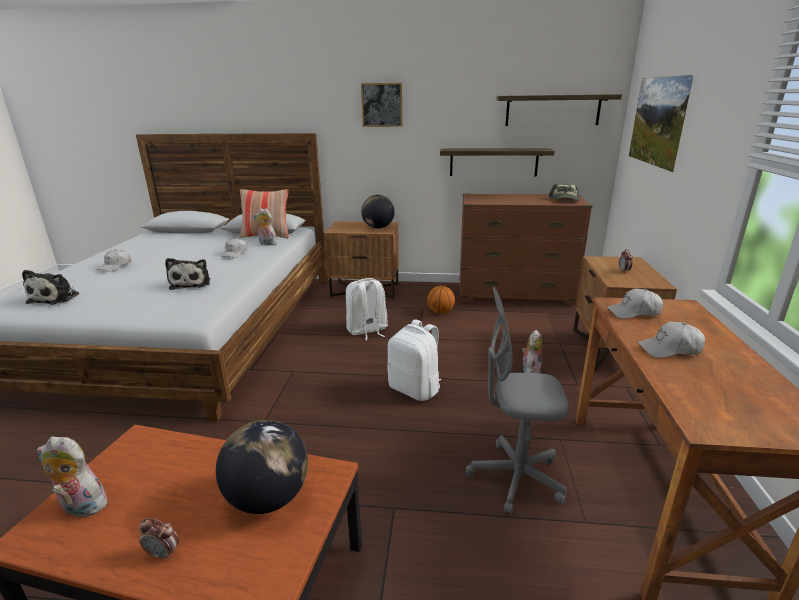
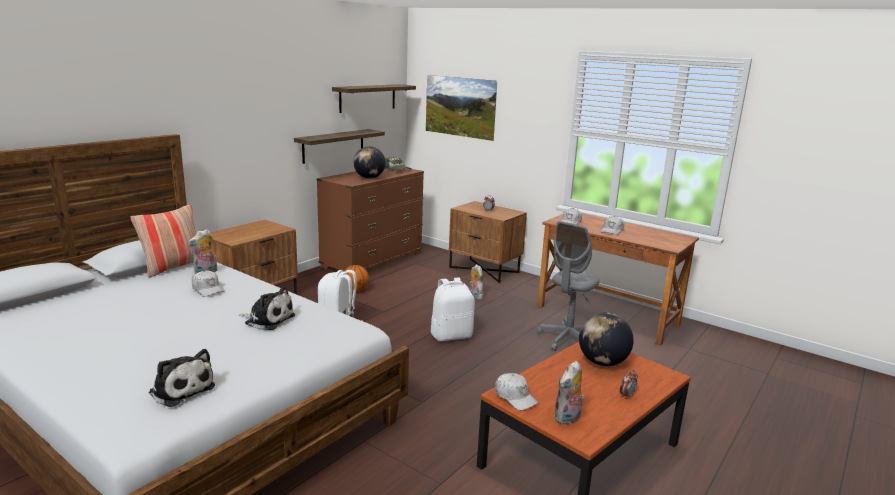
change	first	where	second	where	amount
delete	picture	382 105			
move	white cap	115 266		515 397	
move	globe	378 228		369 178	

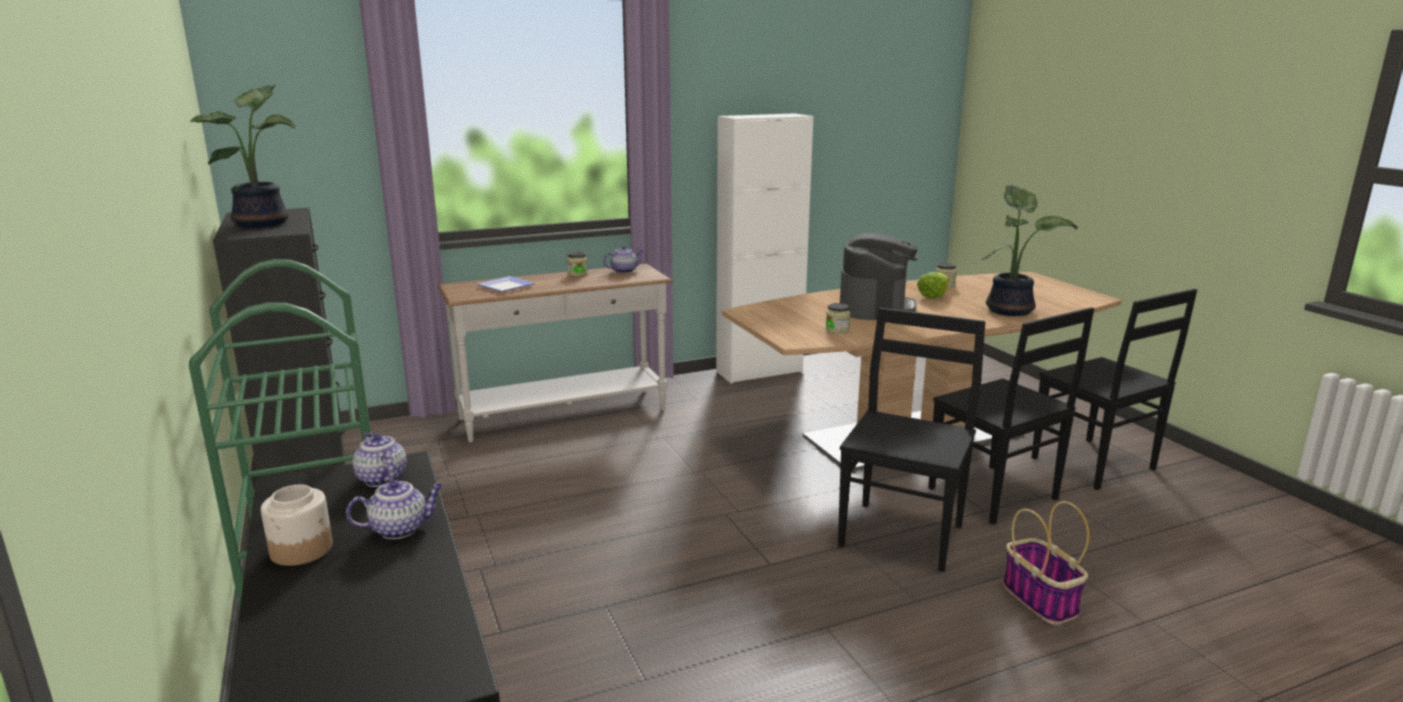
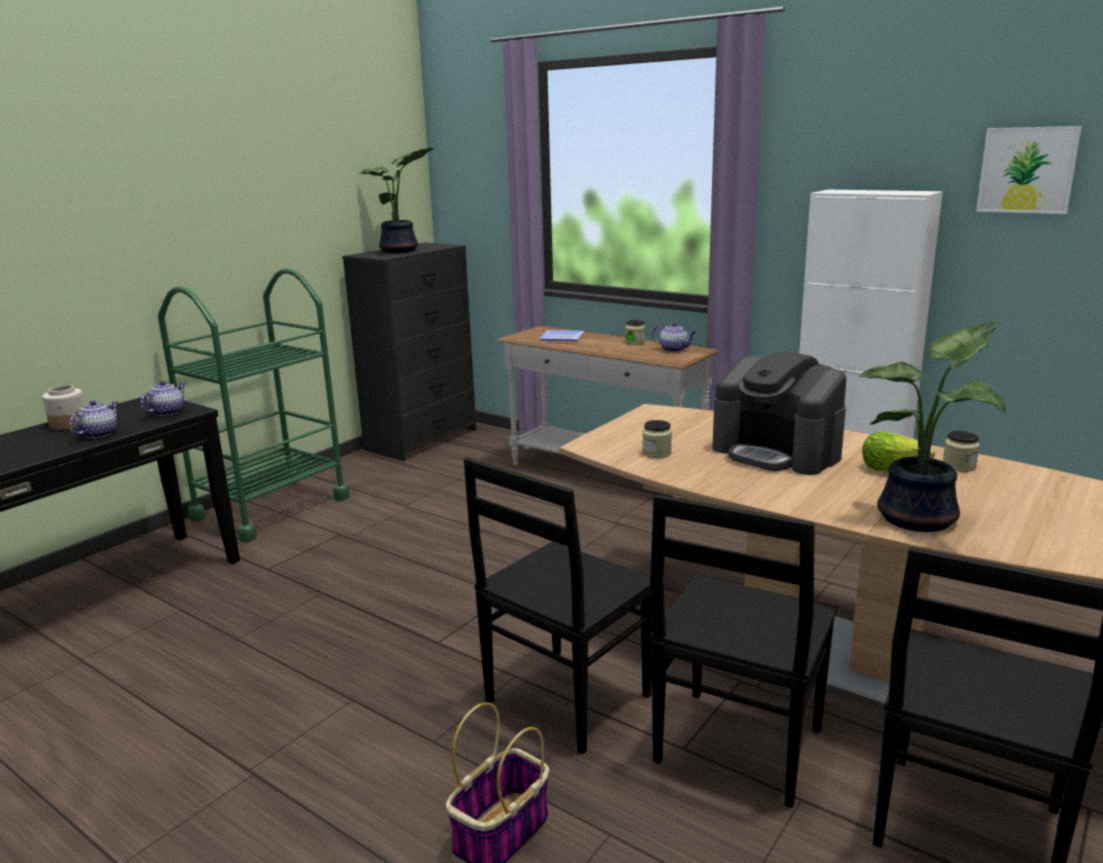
change	first	where	second	where	amount
insert			picture	1027 170	
rotate	teapot	400 529		99 434	105 degrees counterclockwise
rotate	black chair	902 534		564 700	135 degrees clockwise
rotate	coffee machine	876 307		777 452	60 degrees clockwise

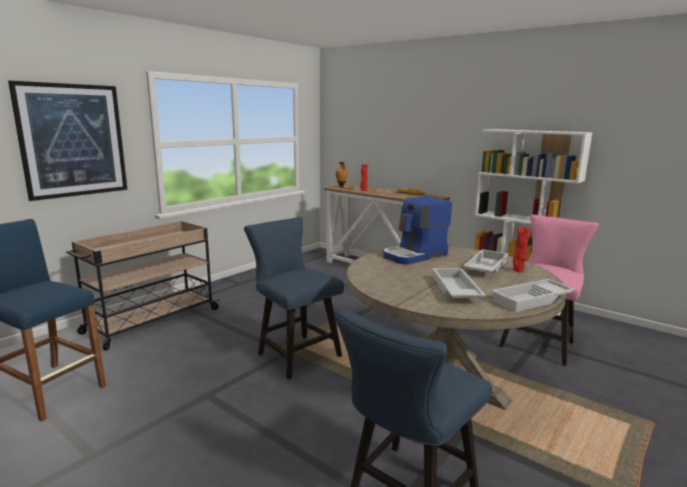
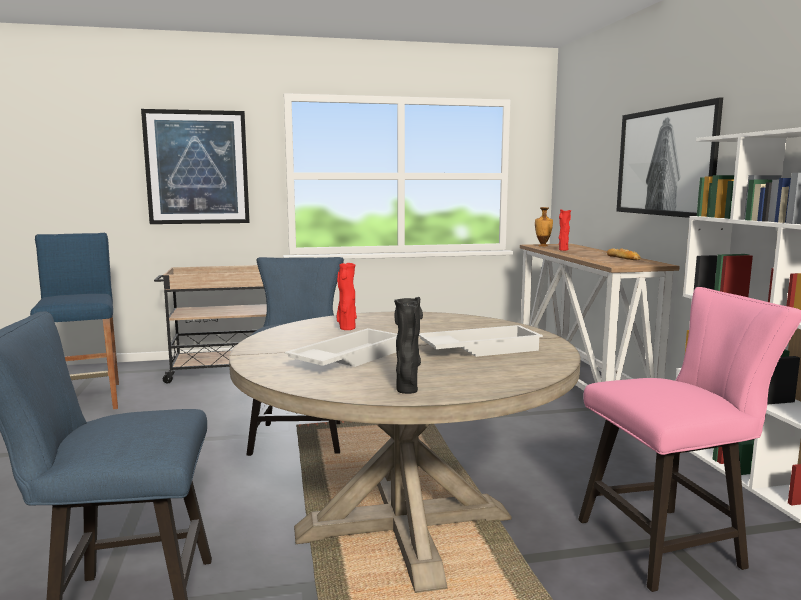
change	first	where	second	where	amount
delete	coffee machine	415 255			
insert			picture	664 162	
move	red vase	518 270		346 328	
replace	white tray	532 300	black vase	407 391	

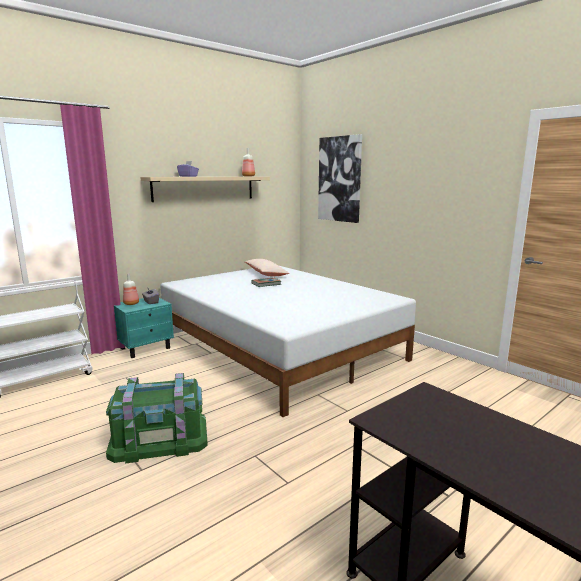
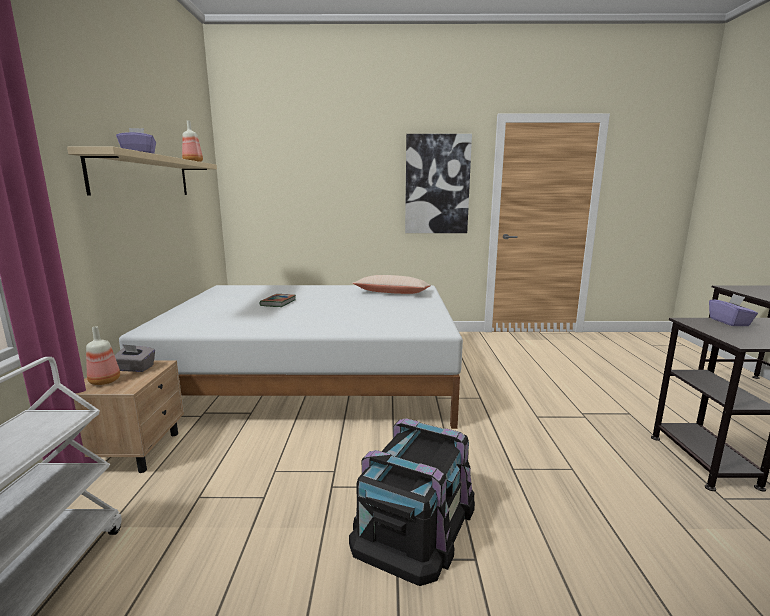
change	first	where	second	where	amount
insert			purple tissue box	729 322	
move	beige pillow	266 273		392 293	
move	picture	340 179		437 185	
recolor	green storage box	159 438	black storage box	415 520	
recolor	turquoise nightstand	146 348	beige nightstand	137 450	

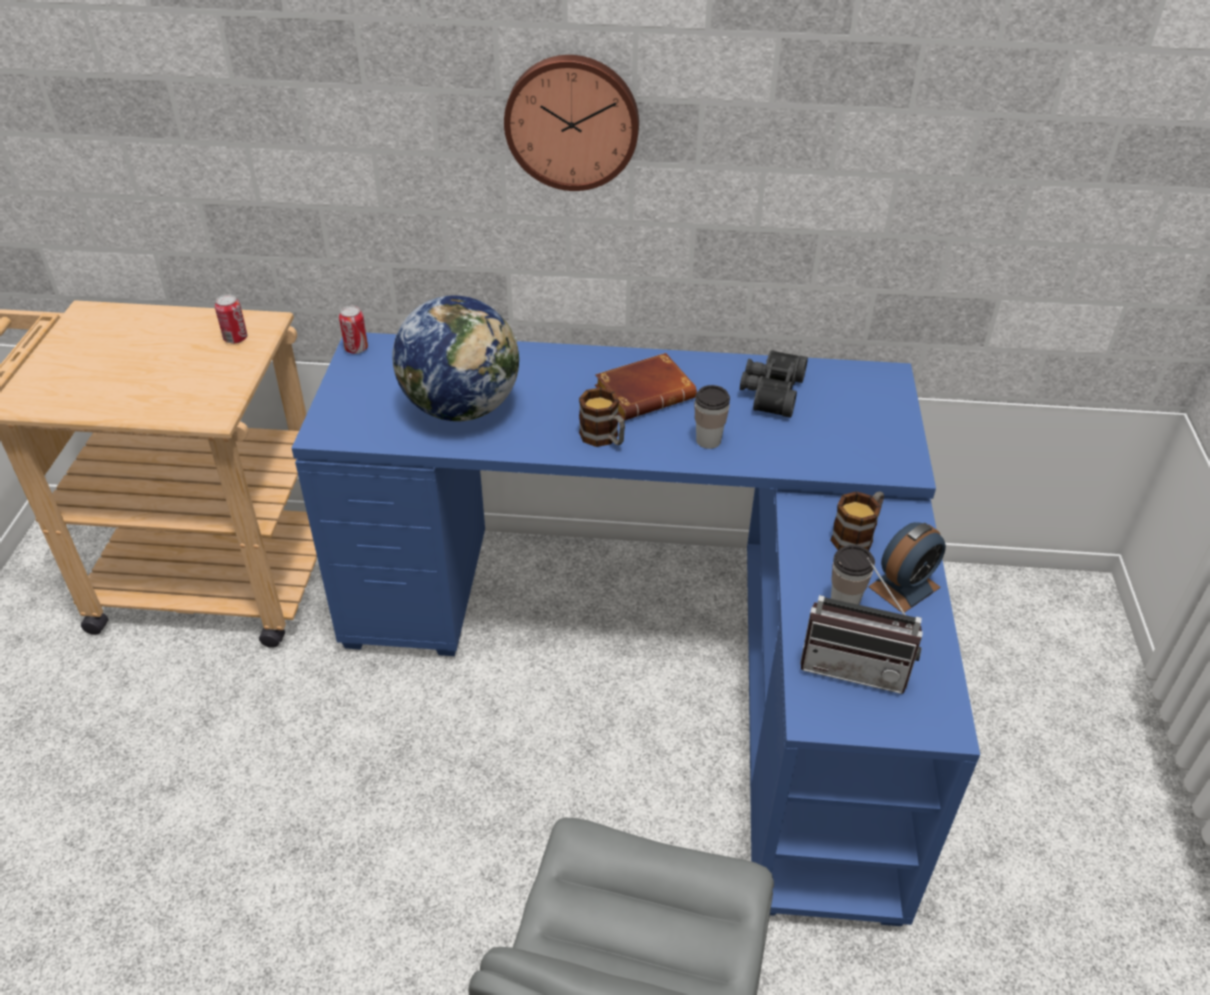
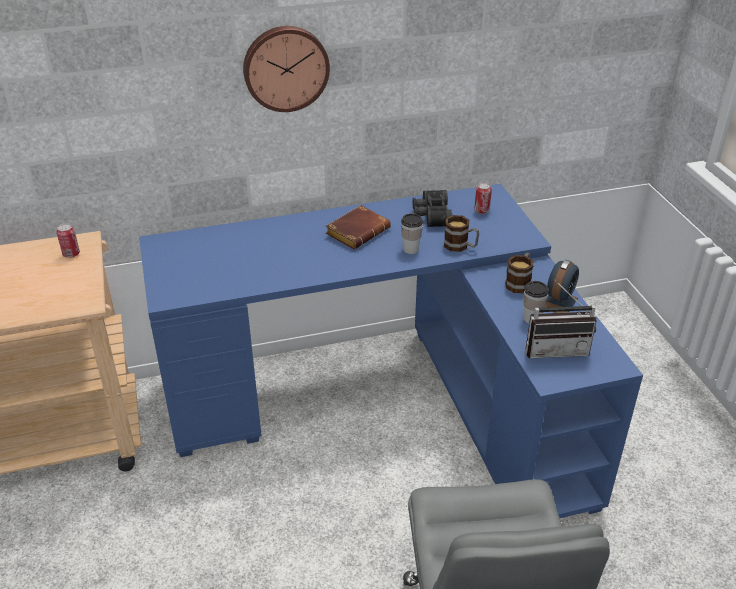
change	first	where	second	where	amount
delete	globe	461 407			
move	can	356 349		481 211	
move	mug	604 438		460 246	

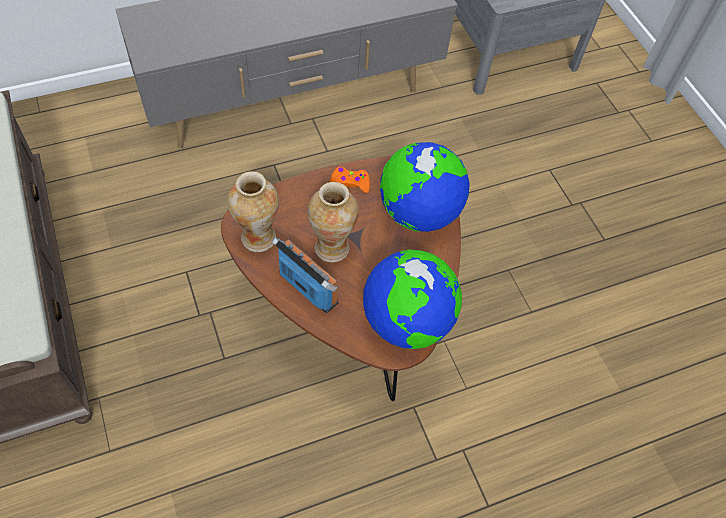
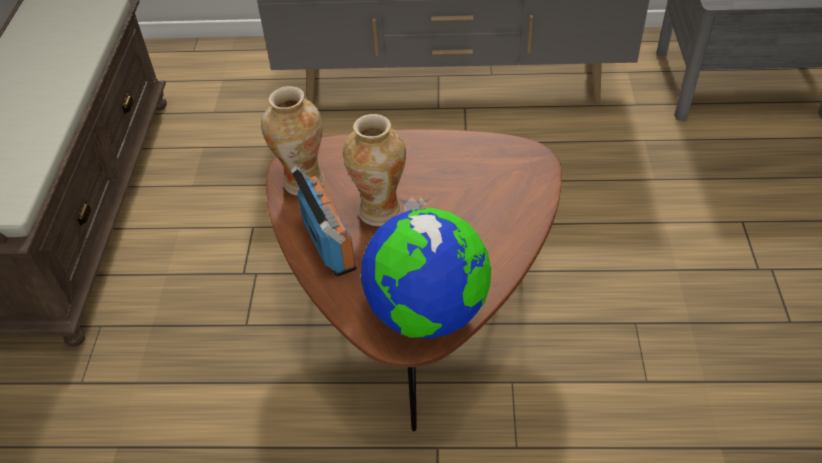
change	first	where	second	where	amount
delete	orange game controller	350 183			
delete	globe	418 213			

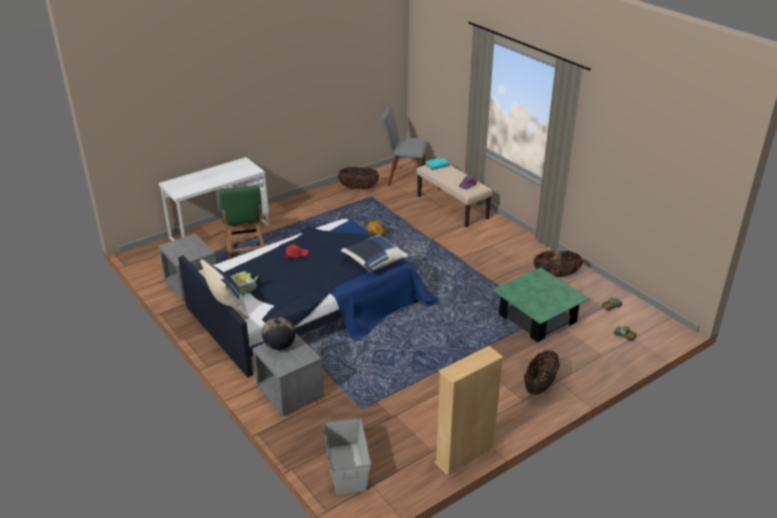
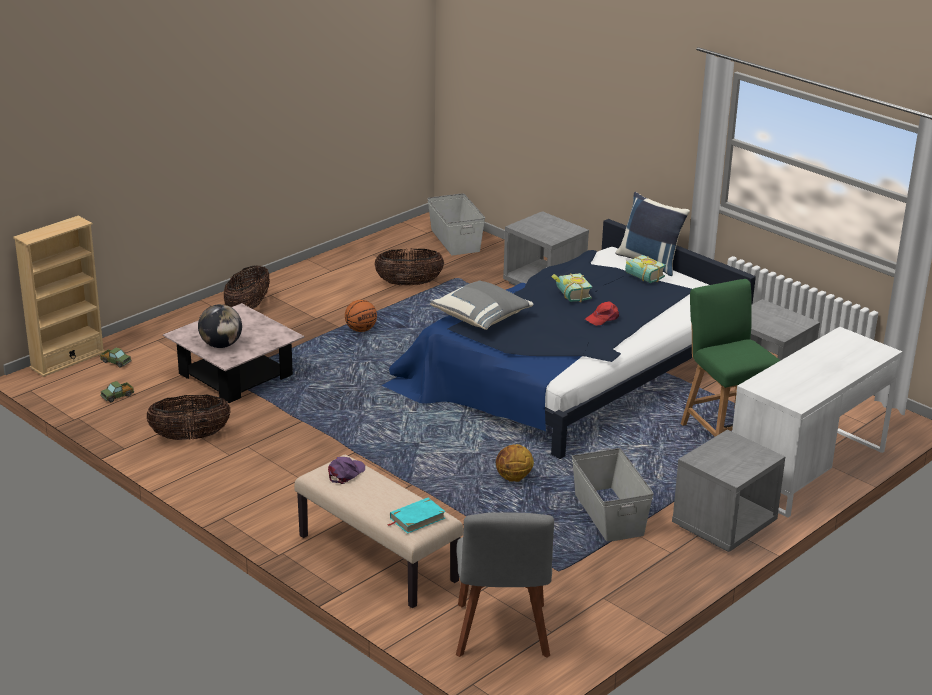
change	first	where	second	where	amount
insert			basketball	360 330	
insert			book	569 296	
insert			grey storage box	609 514	
insert			grey nightstand	724 525	
move	globe	279 346		221 345	
move	basket	358 188		409 284	
move	beige bookcase	464 455		67 360	
recolor	blue pillow	374 261	grey pillow	482 318	
recolor	green coffee table	537 318	pink coffee table	235 375	
rotate	grey chair	404 178		502 634	90 degrees clockwise

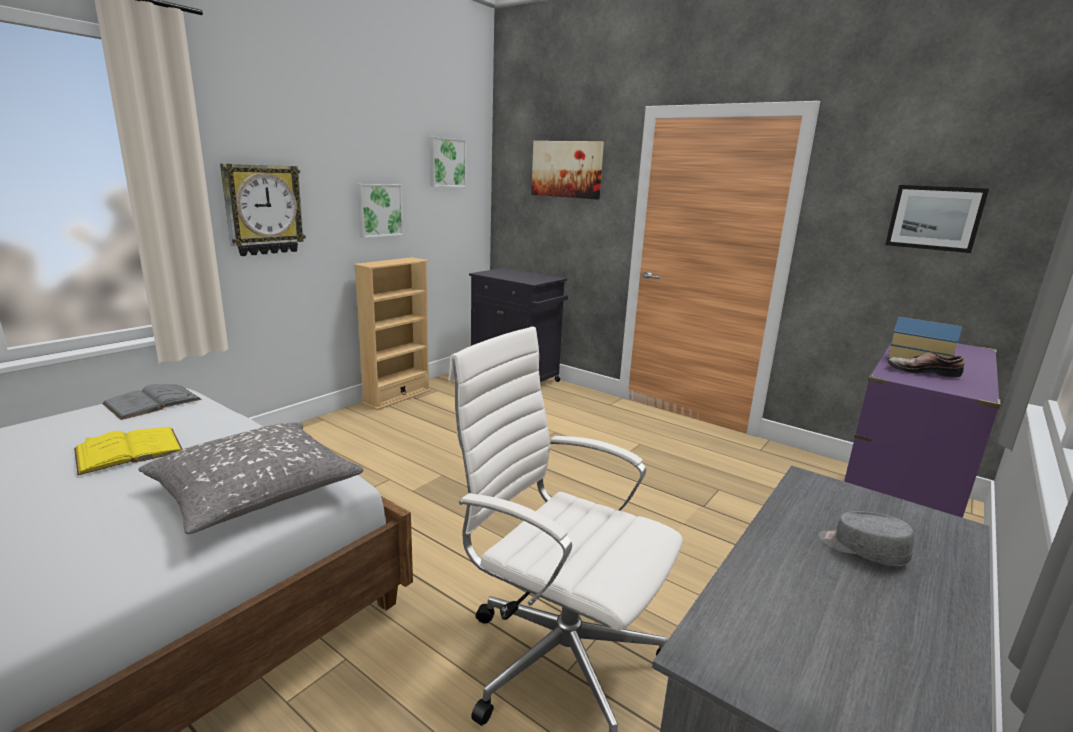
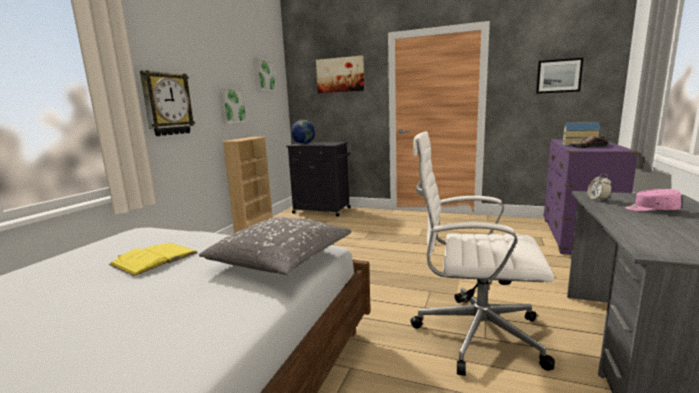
change	first	where	second	where	amount
delete	grey book	152 402			
insert			globe	303 144	
insert			alarm clock	598 200	
recolor	grey cap	861 550	pink cap	651 209	

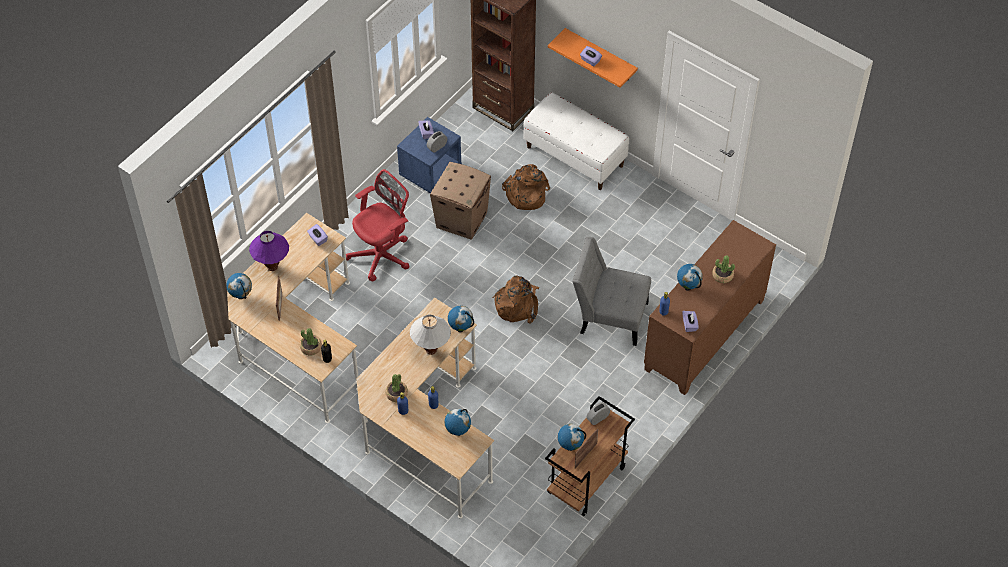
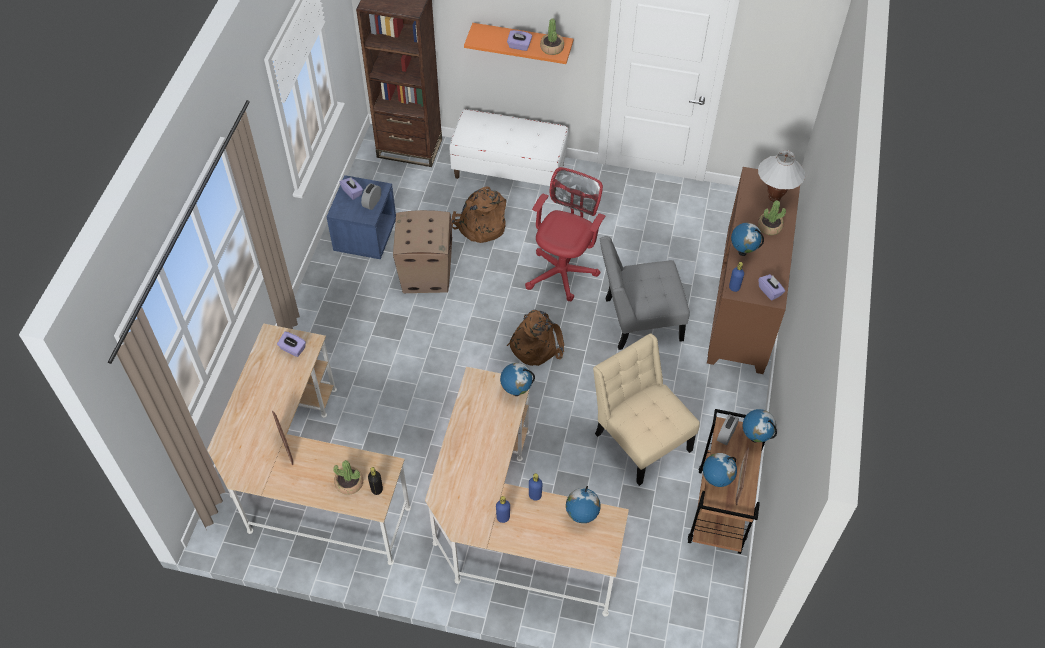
change	first	where	second	where	amount
delete	purple table lamp	272 267			
insert			beige chair	640 437	
move	globe	241 296		755 437	
move	red office chair	382 255		563 270	
move	potted plant	396 394		552 48	
move	white table lamp	431 350		774 198	

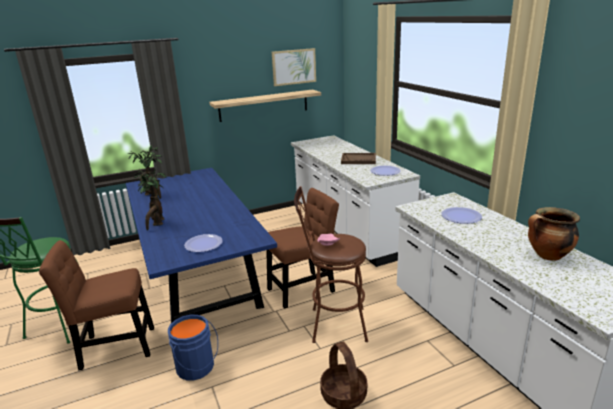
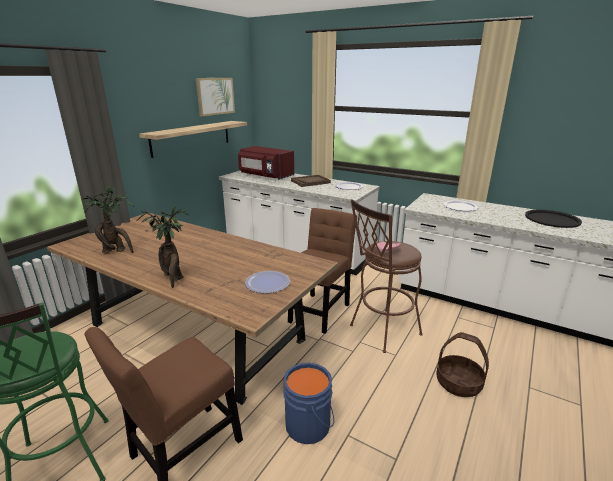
change	first	where	second	where	amount
insert			red microwave	265 176	
replace	cooking pot	547 256	black tray	552 219	
recolor	blue dining table	198 274	brown dining table	196 332	

